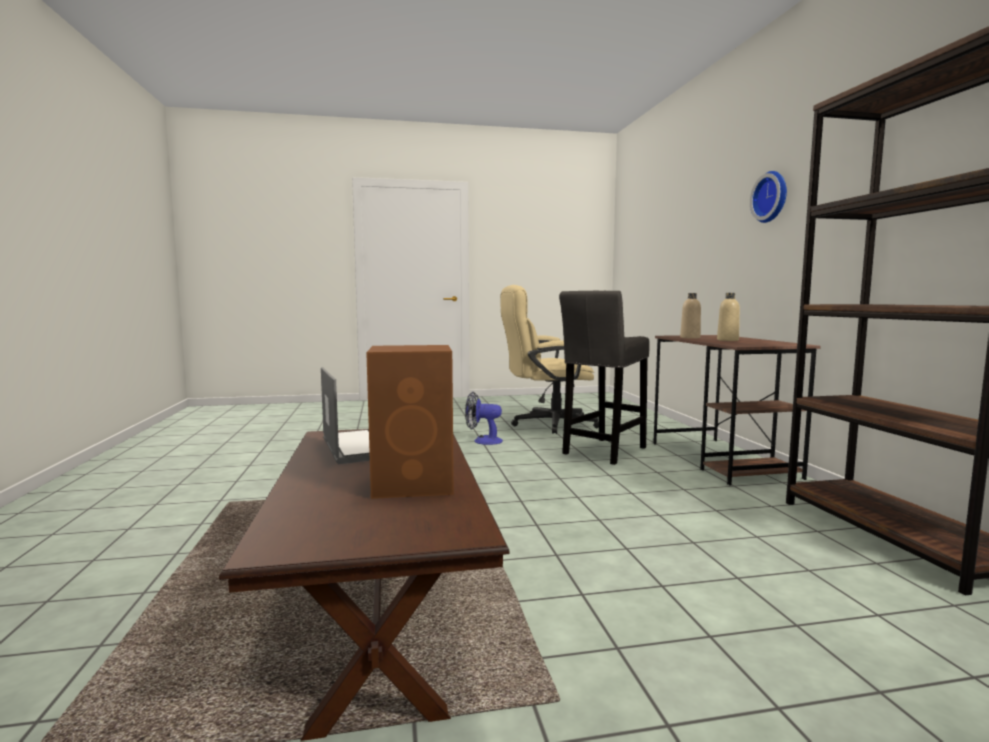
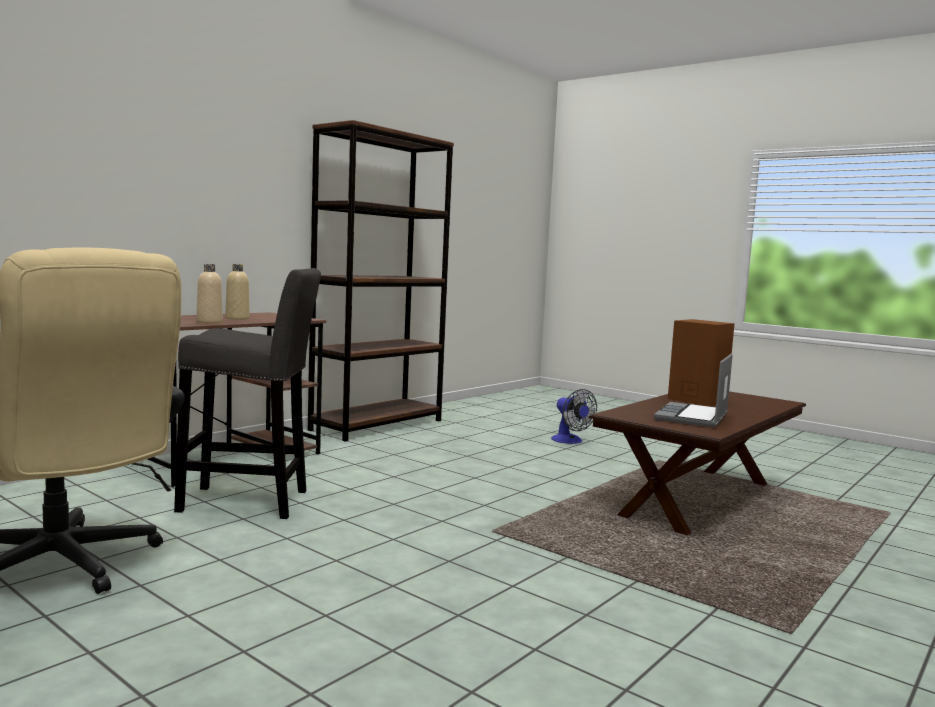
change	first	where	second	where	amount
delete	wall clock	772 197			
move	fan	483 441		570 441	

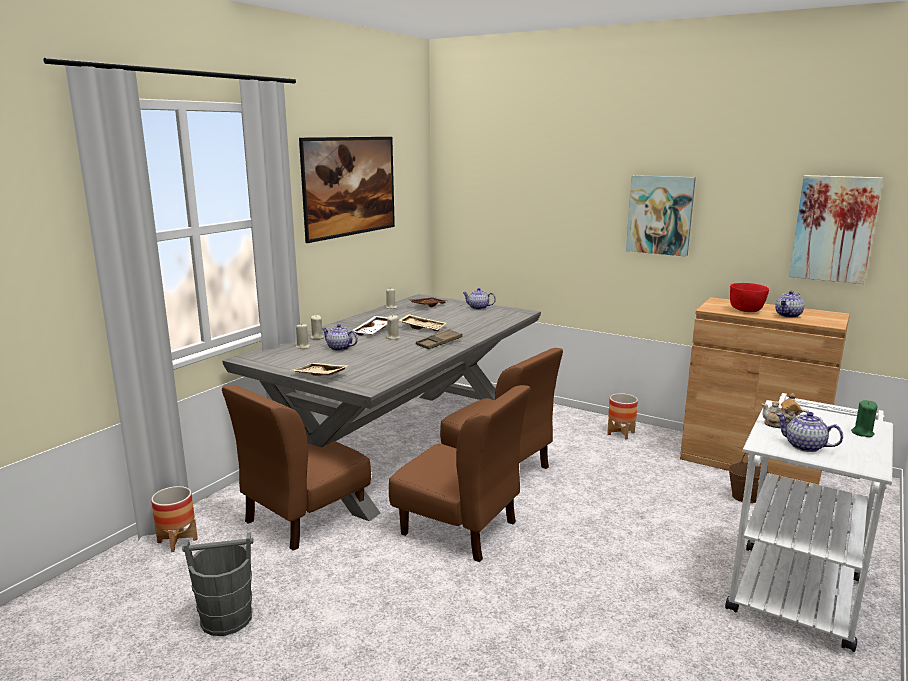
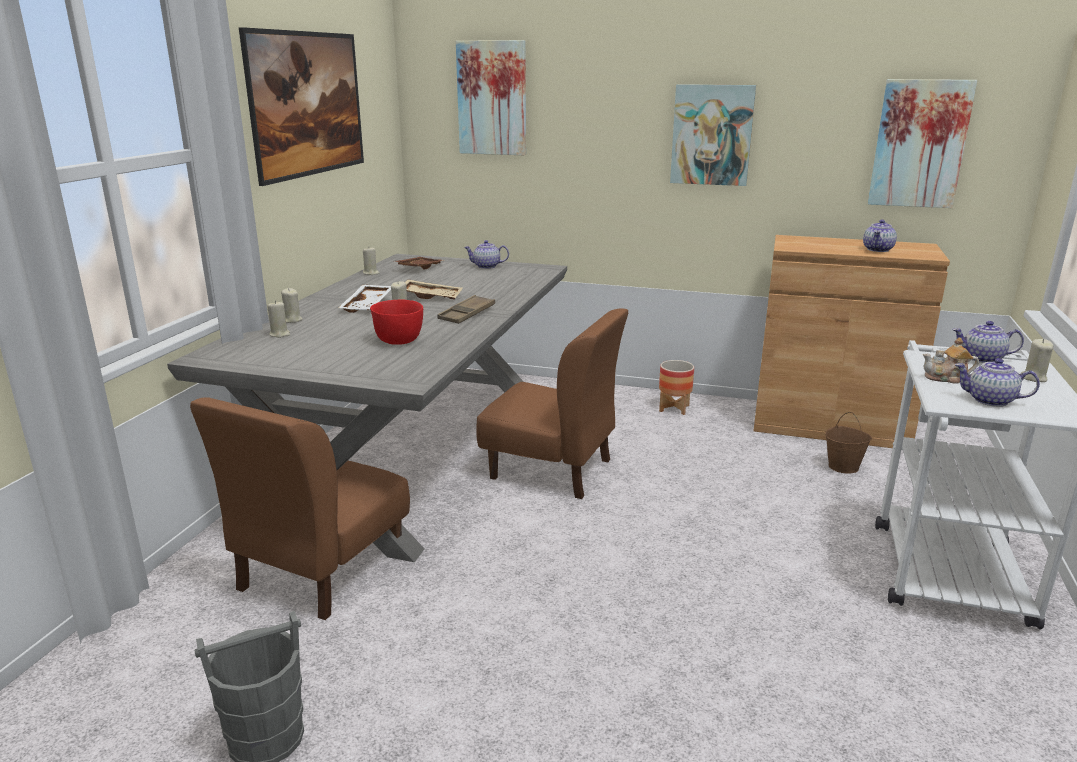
change	first	where	second	where	amount
delete	planter	177 541			
delete	beige tray	319 376			
delete	brown chair	459 528			
insert			picture	492 98	
move	teapot	339 348		982 359	
move	red bowl	746 310		399 341	
recolor	green candle	862 433	beige candle	1033 378	

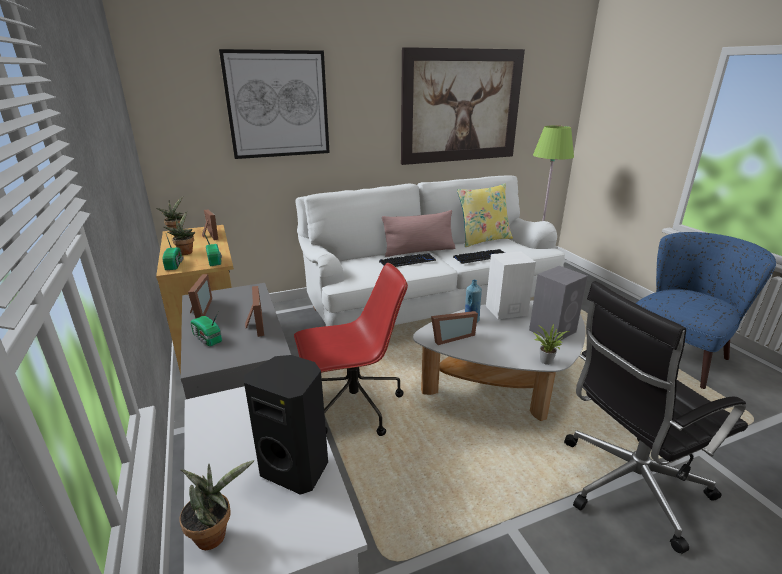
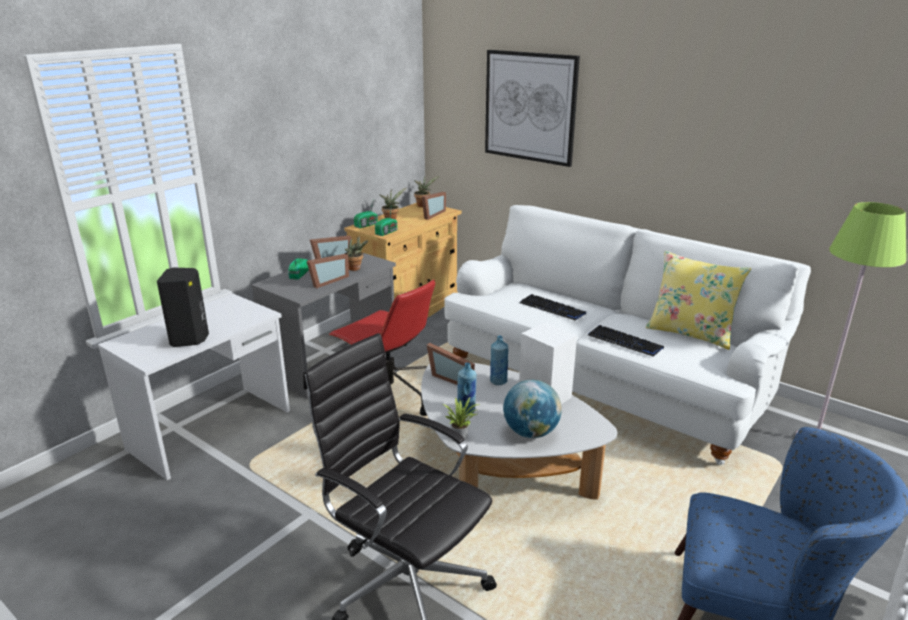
change	first	where	second	where	amount
delete	pink pillow	419 251			
delete	picture	461 106			
insert			blue bottle	466 410	
move	potted plant	215 533		356 268	
replace	grey speaker	553 330	globe	531 432	

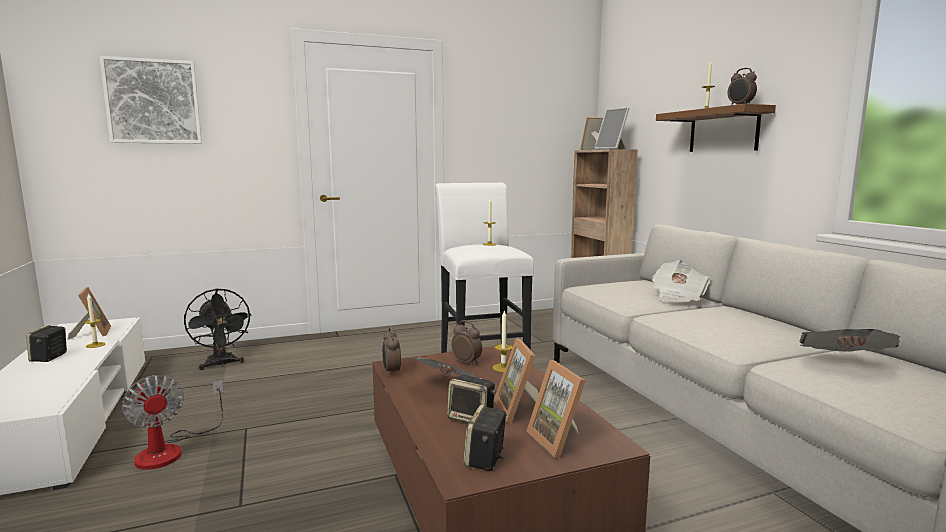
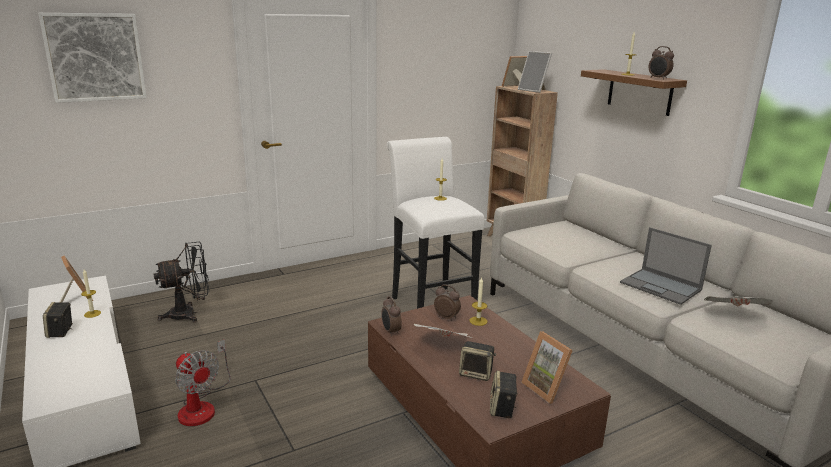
change	first	where	second	where	amount
delete	picture frame	519 410			
delete	newspaper	678 297			
insert			laptop	661 286	
rotate	black fan	221 364		189 314	75 degrees counterclockwise

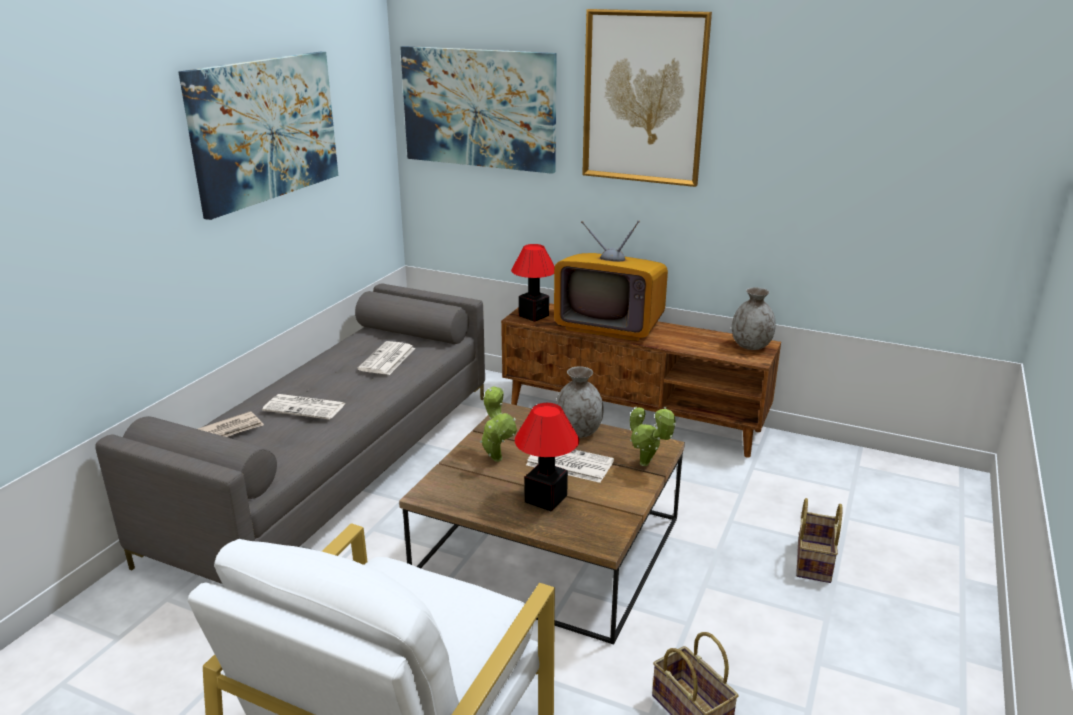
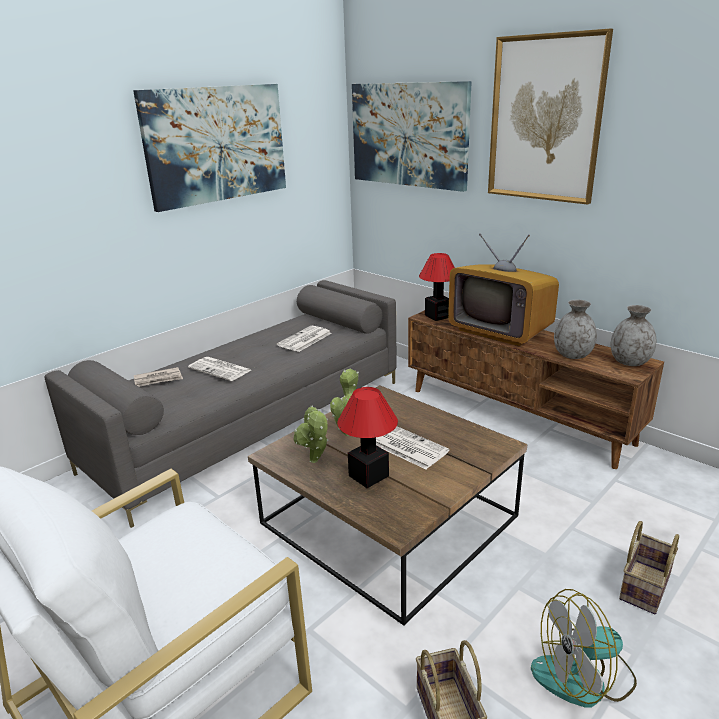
change	first	where	second	where	amount
insert			fan	583 677	
move	grey vase	578 432		572 355	
move	potted plant	647 465		315 462	

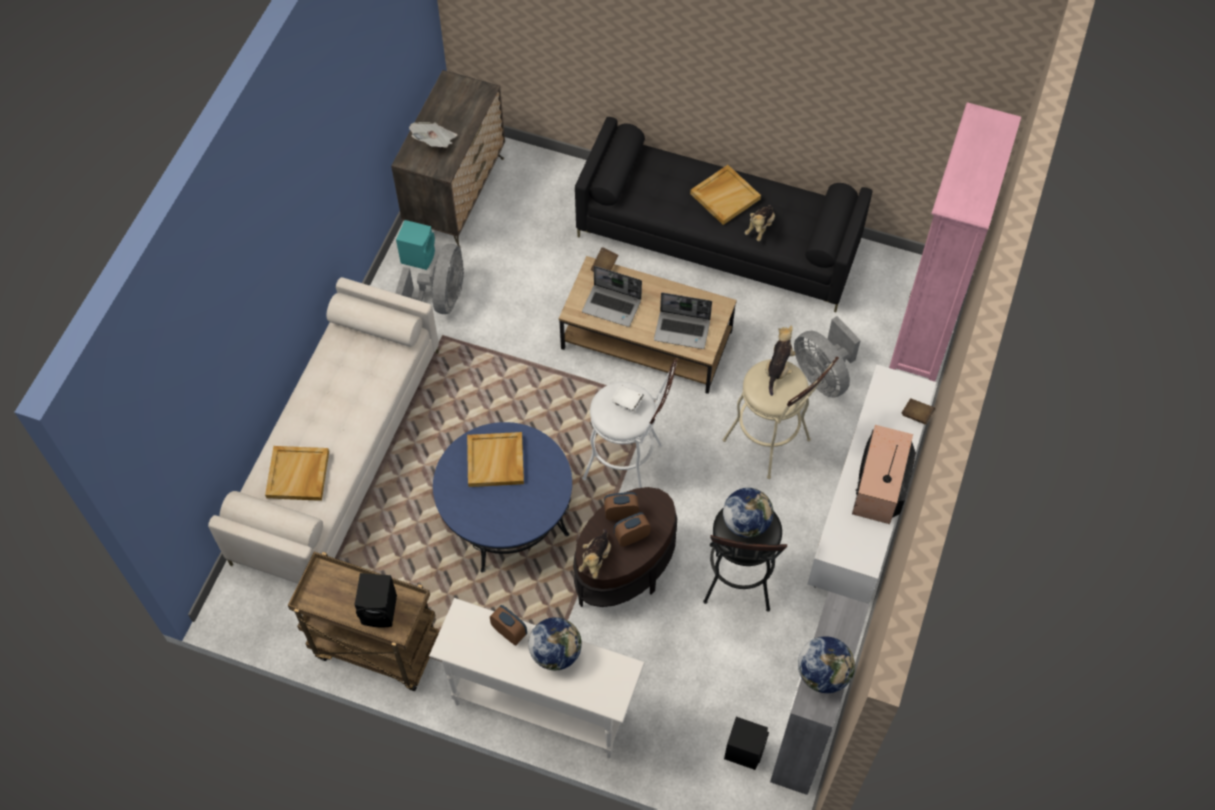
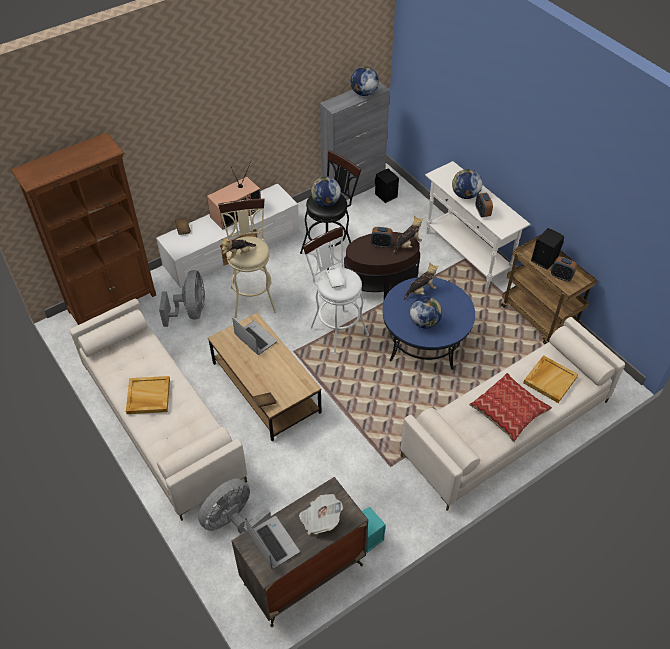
change	first	where	second	where	amount
insert			pillow	509 411	
move	grey fan	441 299		234 522	
move	laptop	612 306		272 543	
move	alarm clock	621 513		561 276	
move	plush toy	760 228		421 291	
replace	beige tray	496 461	globe	424 322	
recolor	black sofa	719 239	beige sofa	161 422	
recolor	pink bookcase	925 330	brown bookcase	113 302	

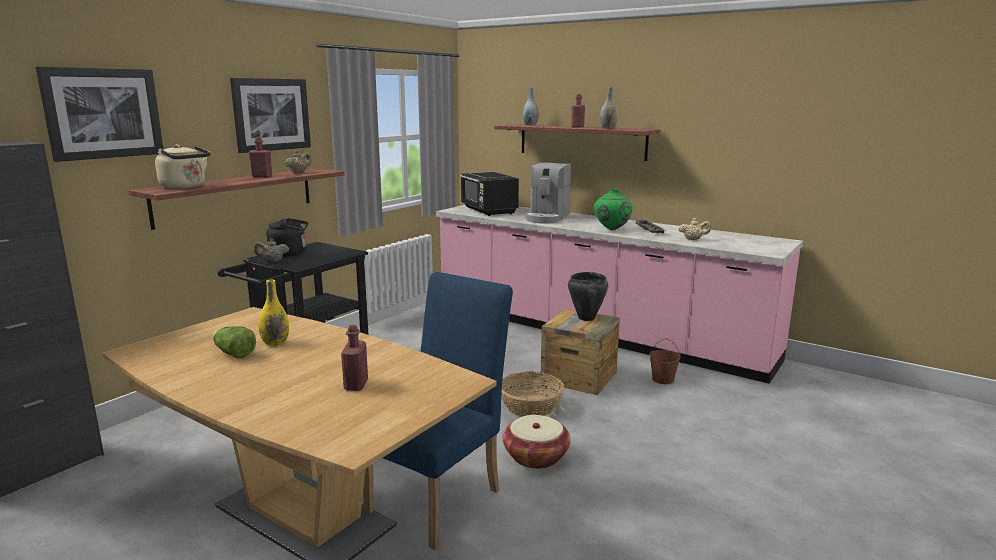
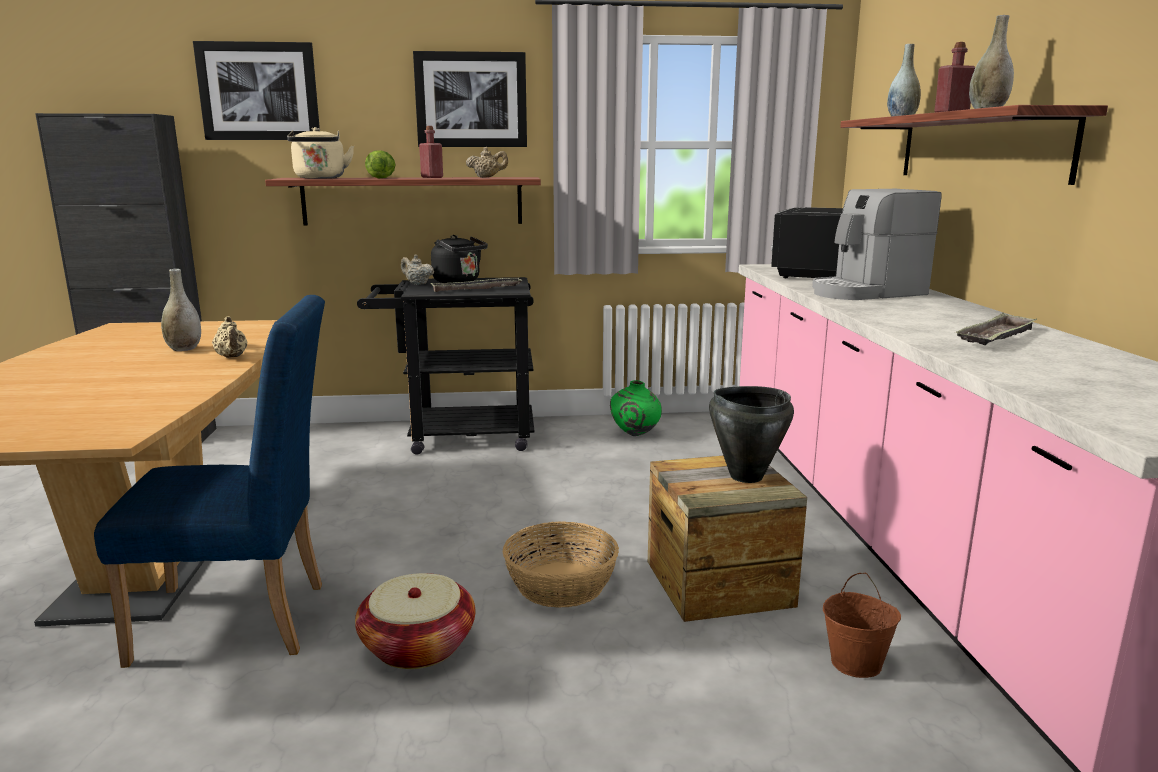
change	first	where	second	where	amount
delete	red bottle	356 385			
insert			tray	476 289	
move	lettuce	234 354		381 178	
move	green vase	611 229		635 435	
move	beige teapot	693 239		232 357	
recolor	yellow vase	275 343	grey vase	184 349	

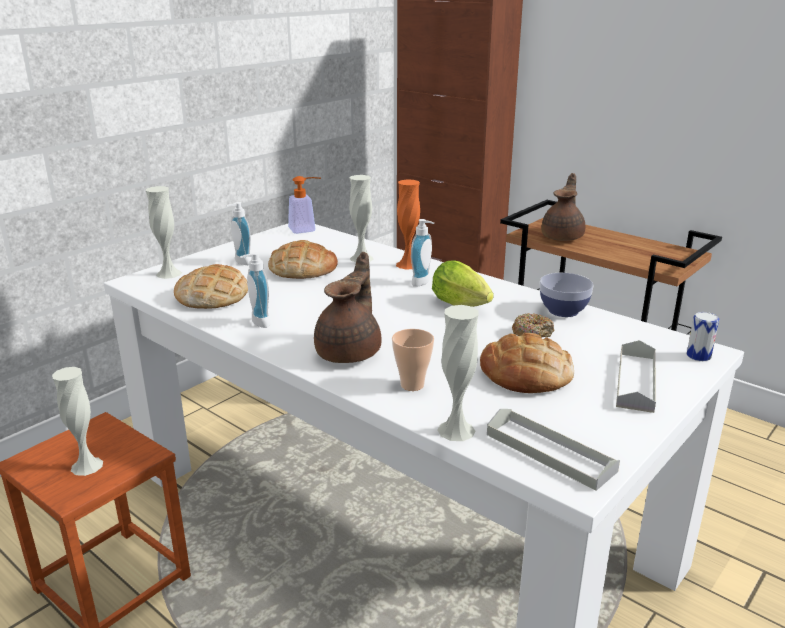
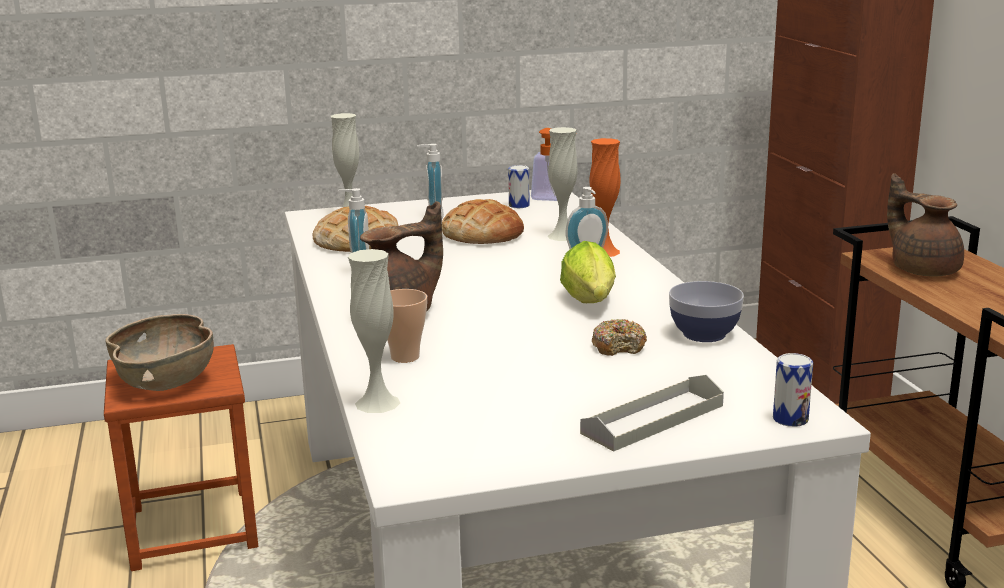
change	first	where	second	where	amount
delete	bread	526 373			
delete	grey tray	549 452			
insert			can	519 205	
replace	white vase	87 466	brown bowl	166 381	
rotate	brown teapot	563 236		923 269	90 degrees counterclockwise

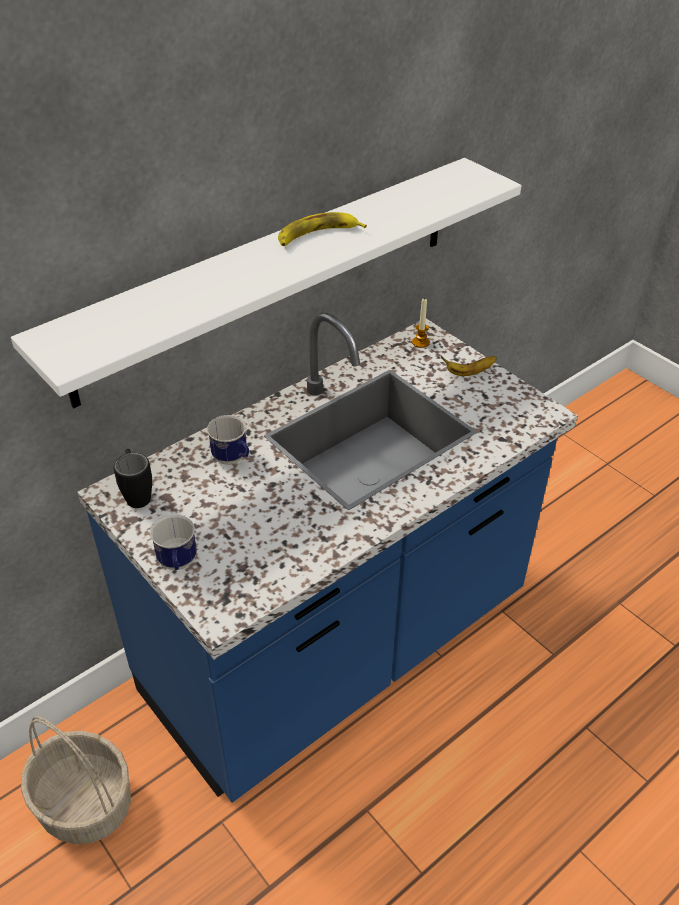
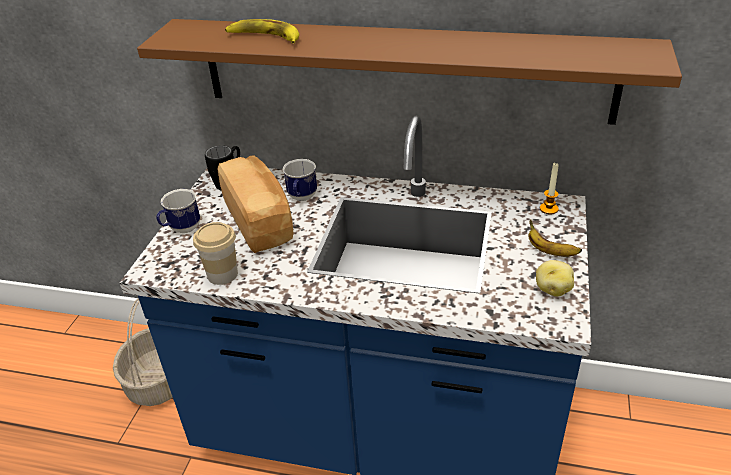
change	first	where	second	where	amount
insert			cup	222 274	
insert			bread	260 220	
insert			potato	553 289	
move	banana	317 236		265 37	
recolor	white shelf	272 276	brown shelf	403 70	

